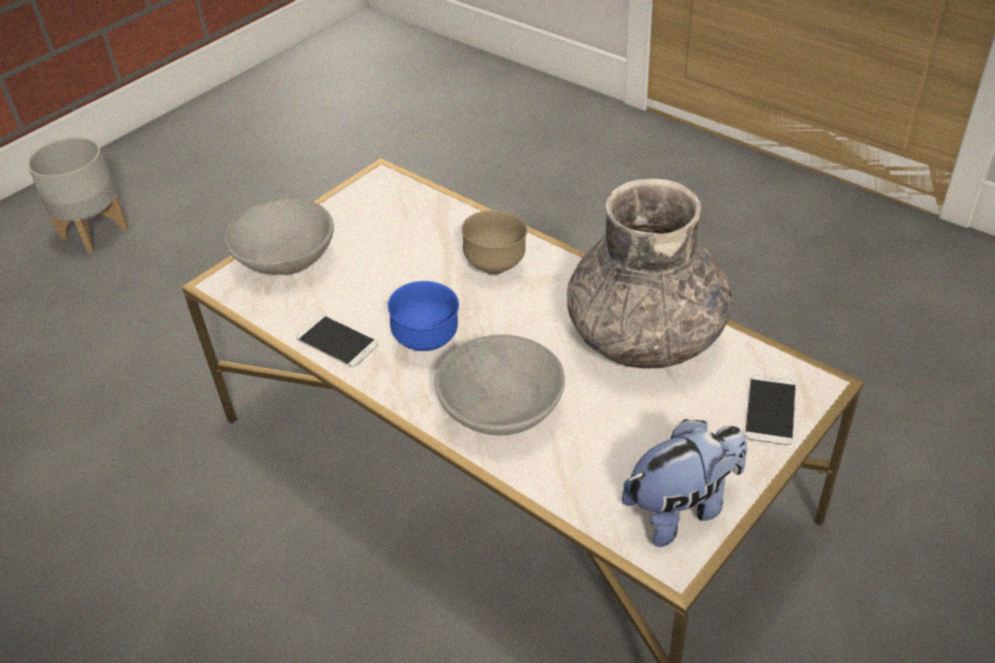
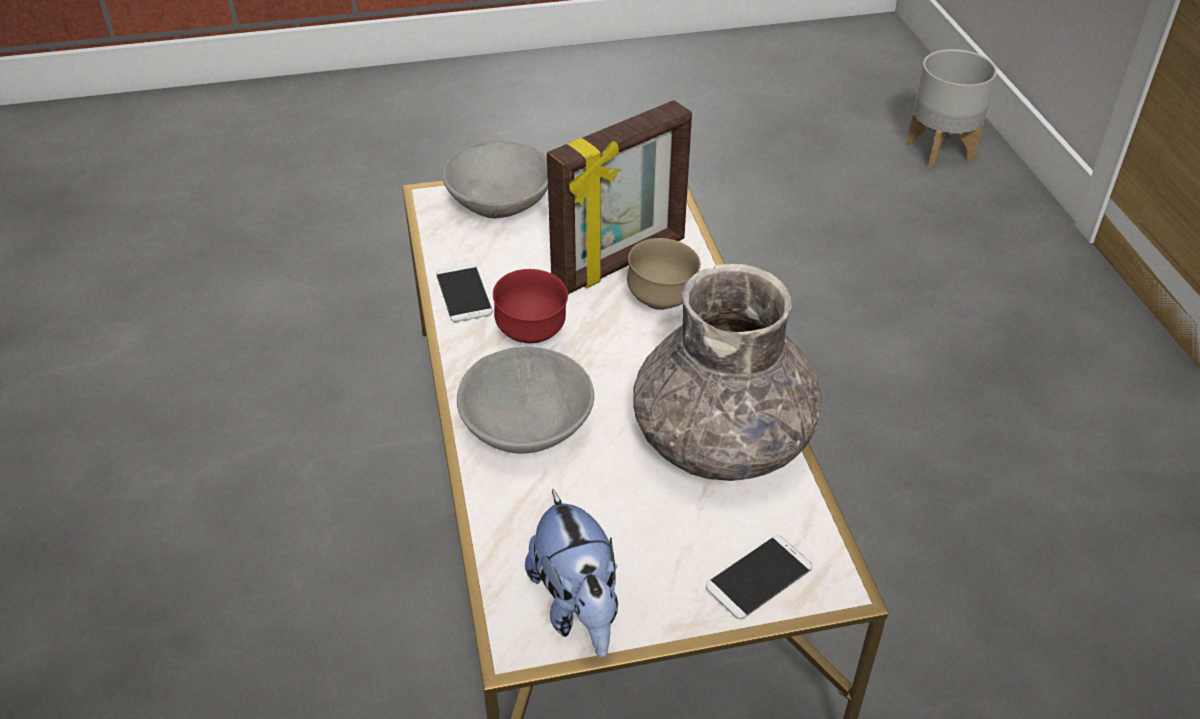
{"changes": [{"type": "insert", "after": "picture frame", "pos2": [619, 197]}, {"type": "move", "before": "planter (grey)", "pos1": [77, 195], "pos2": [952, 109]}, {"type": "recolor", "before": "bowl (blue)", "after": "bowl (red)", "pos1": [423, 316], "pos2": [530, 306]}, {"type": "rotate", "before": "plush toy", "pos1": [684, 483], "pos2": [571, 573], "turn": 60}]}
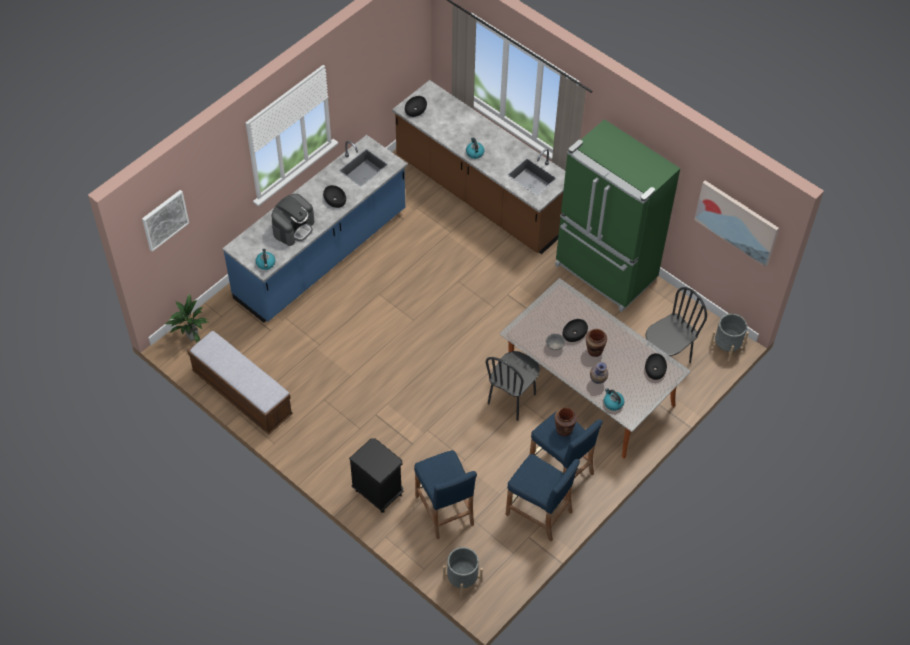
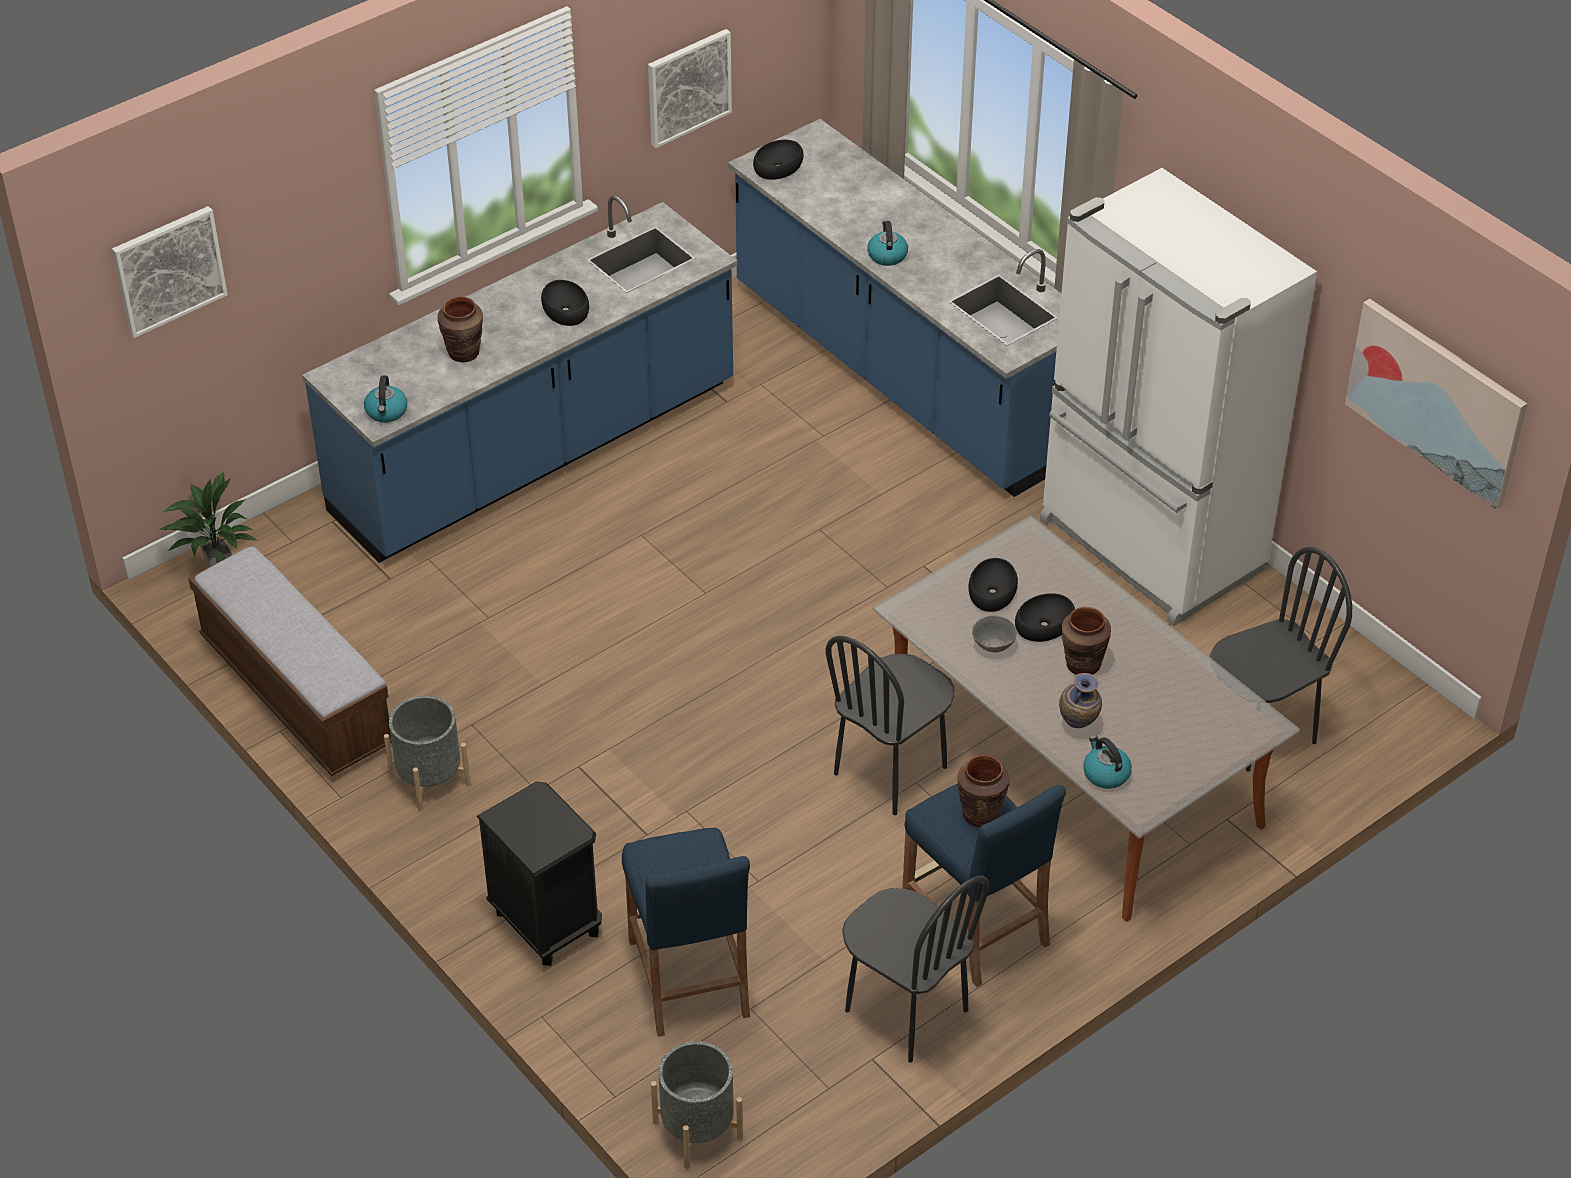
{"changes": [{"type": "insert", "after": "picture", "pos2": [690, 88]}, {"type": "move", "before": "bowl (black)", "pos1": [656, 366], "pos2": [993, 585]}, {"type": "move", "before": "planter (grey)", "pos1": [729, 337], "pos2": [427, 753]}, {"type": "replace", "before": "coffee machine", "after": "vase (brown)", "pos1": [293, 220], "pos2": [460, 330]}, {"type": "replace", "before": "stool (blue)", "after": "chair (black)", "pos1": [543, 497], "pos2": [915, 969]}, {"type": "recolor", "before": "counter (brown)", "after": "counter (blue)", "pos1": [479, 167], "pos2": [894, 308]}, {"type": "recolor", "before": "fridge (green)", "after": "fridge (white)", "pos1": [617, 215], "pos2": [1178, 397]}]}
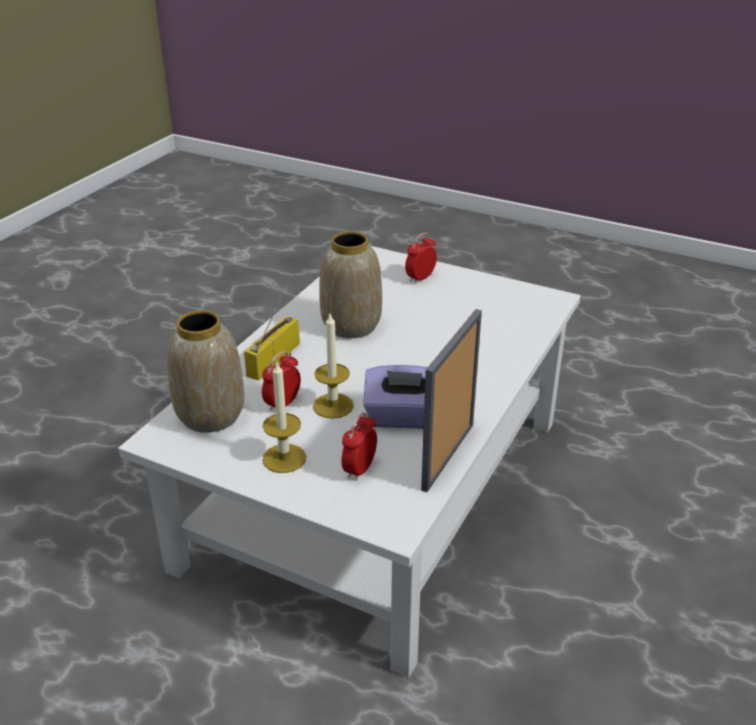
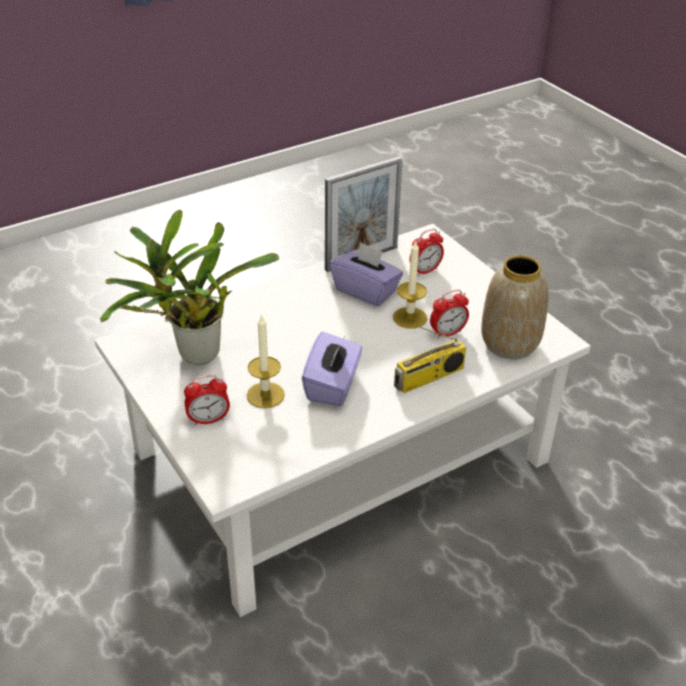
{"changes": [{"type": "insert", "after": "potted plant", "pos2": [189, 287]}, {"type": "move", "before": "candle", "pos1": [284, 417], "pos2": [266, 361]}, {"type": "replace", "before": "vase", "after": "tissue box (purple)", "pos1": [350, 284], "pos2": [332, 369]}]}
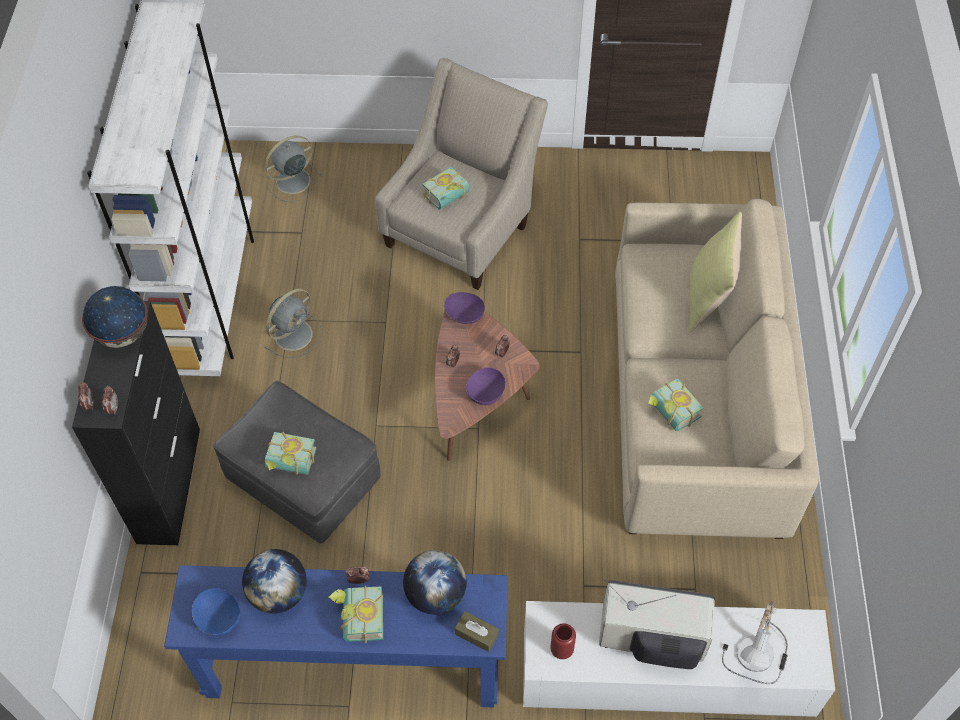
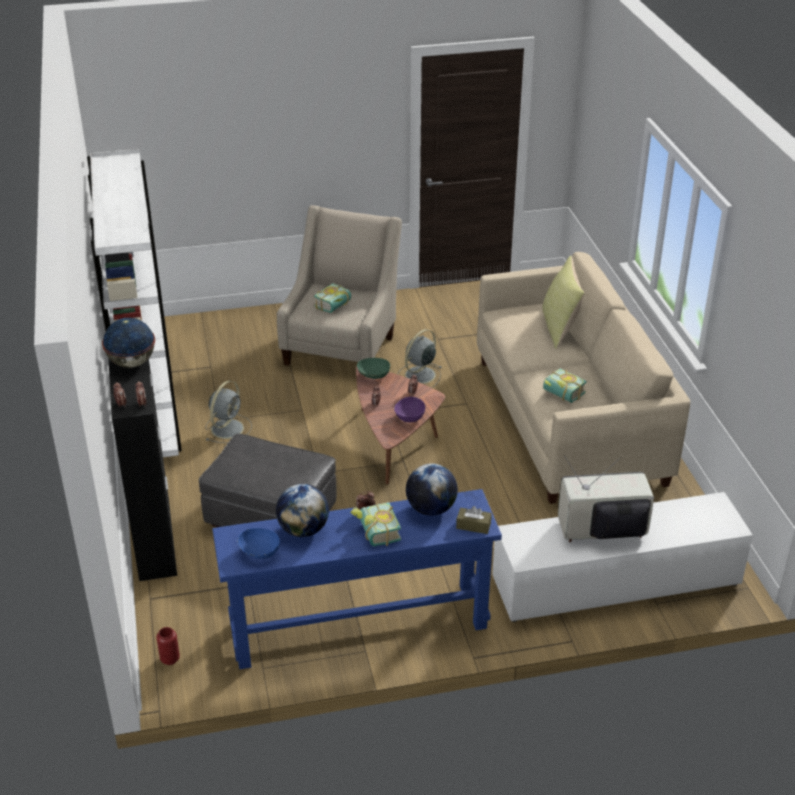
{"changes": [{"type": "delete", "before": "book", "pos1": [290, 453]}, {"type": "delete", "before": "table lamp", "pos1": [755, 642]}, {"type": "move", "before": "fan (grey)", "pos1": [293, 169], "pos2": [419, 358]}, {"type": "move", "before": "vase (red)", "pos1": [563, 641], "pos2": [168, 646]}, {"type": "recolor", "before": "bowl (purple)", "after": "bowl (green)", "pos1": [464, 308], "pos2": [373, 368]}]}
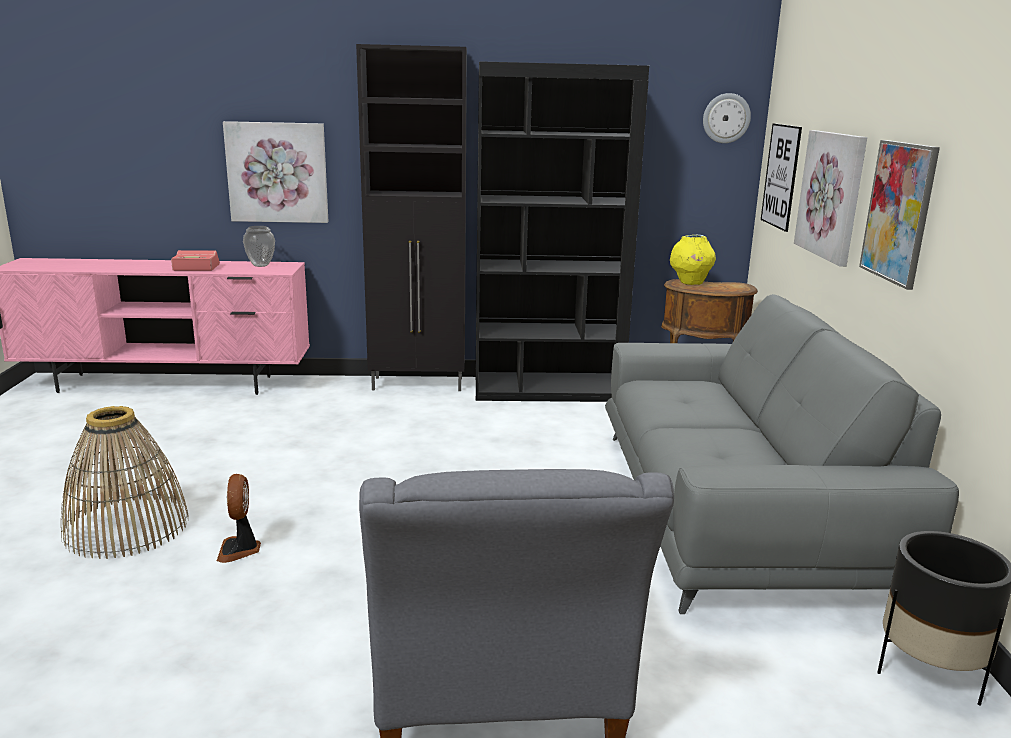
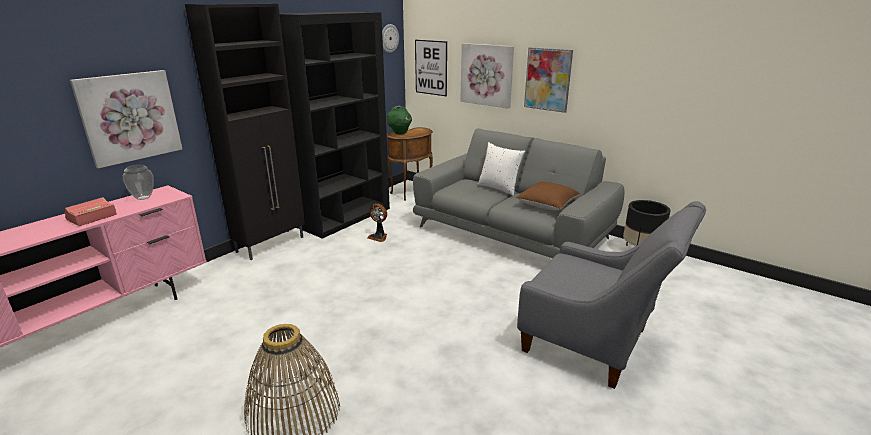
{"changes": [{"type": "insert", "after": "pillow (white)", "pos2": [501, 169]}, {"type": "insert", "after": "pillow (brown)", "pos2": [548, 196]}, {"type": "move", "before": "fan", "pos1": [239, 518], "pos2": [377, 223]}, {"type": "recolor", "before": "vase (yellow)", "after": "vase (green)", "pos1": [693, 260], "pos2": [399, 120]}]}
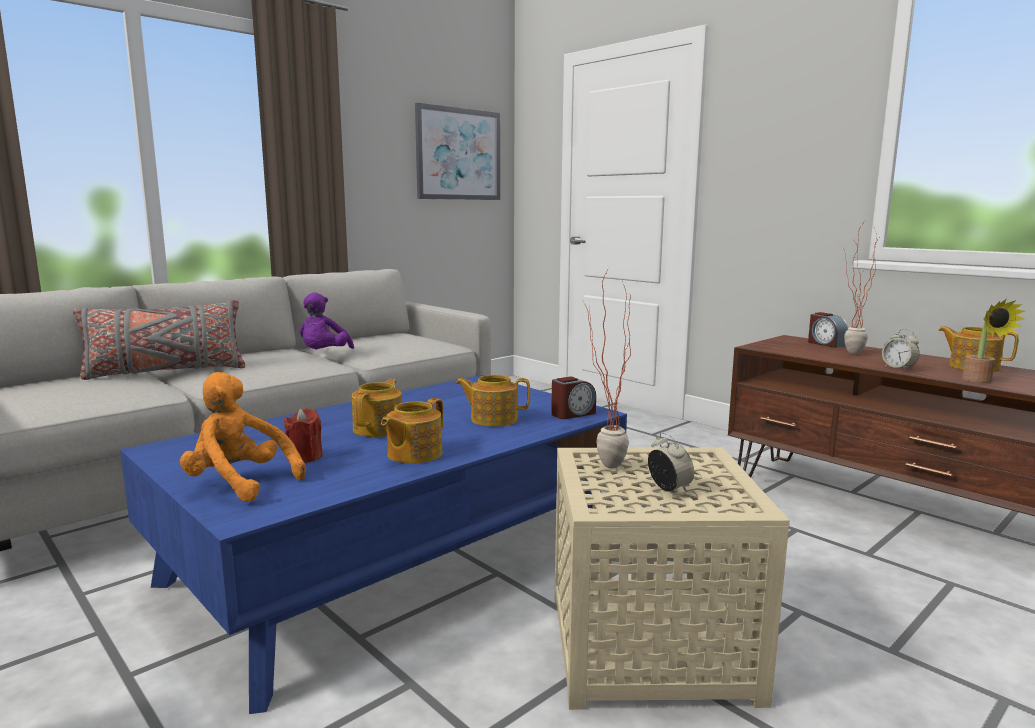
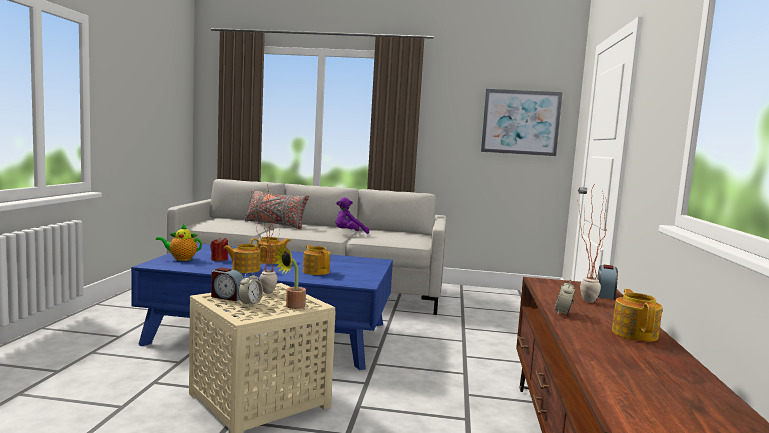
{"changes": [{"type": "move", "before": "alarm clock", "pos1": [573, 397], "pos2": [227, 284]}, {"type": "move", "before": "potted plant", "pos1": [993, 341], "pos2": [290, 277]}, {"type": "replace", "before": "plush toy (orange)", "after": "teapot", "pos1": [243, 437], "pos2": [179, 242]}]}
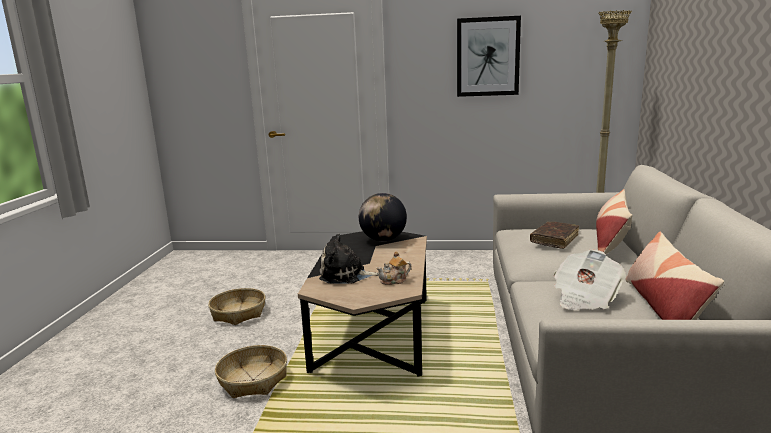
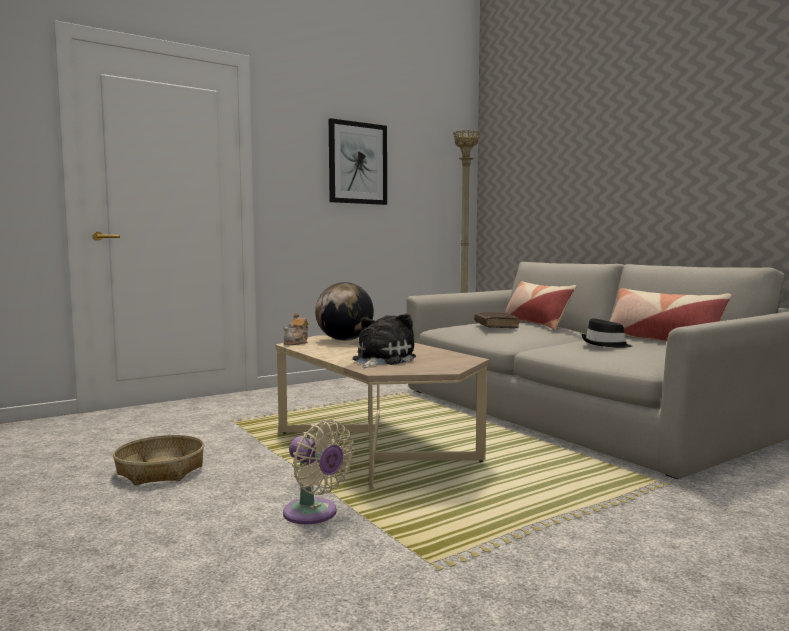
{"changes": [{"type": "move", "before": "teapot", "pos1": [393, 268], "pos2": [295, 329]}, {"type": "replace", "before": "basket", "after": "fan (beige)", "pos1": [251, 371], "pos2": [319, 472]}, {"type": "replace", "before": "newspaper", "after": "hat (black)", "pos1": [590, 280], "pos2": [606, 333]}, {"type": "recolor", "before": "coffee table (black)", "after": "coffee table (beige)", "pos1": [362, 304], "pos2": [382, 412]}, {"type": "rotate", "before": "plush toy", "pos1": [348, 259], "pos2": [384, 341], "turn": 150}]}
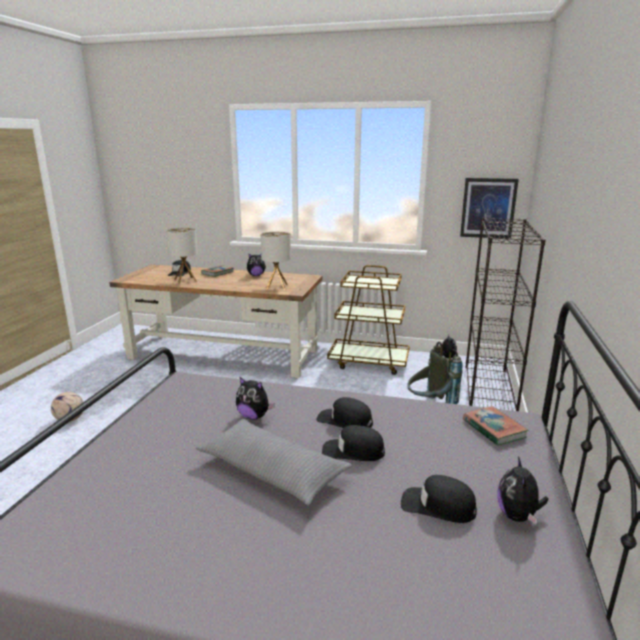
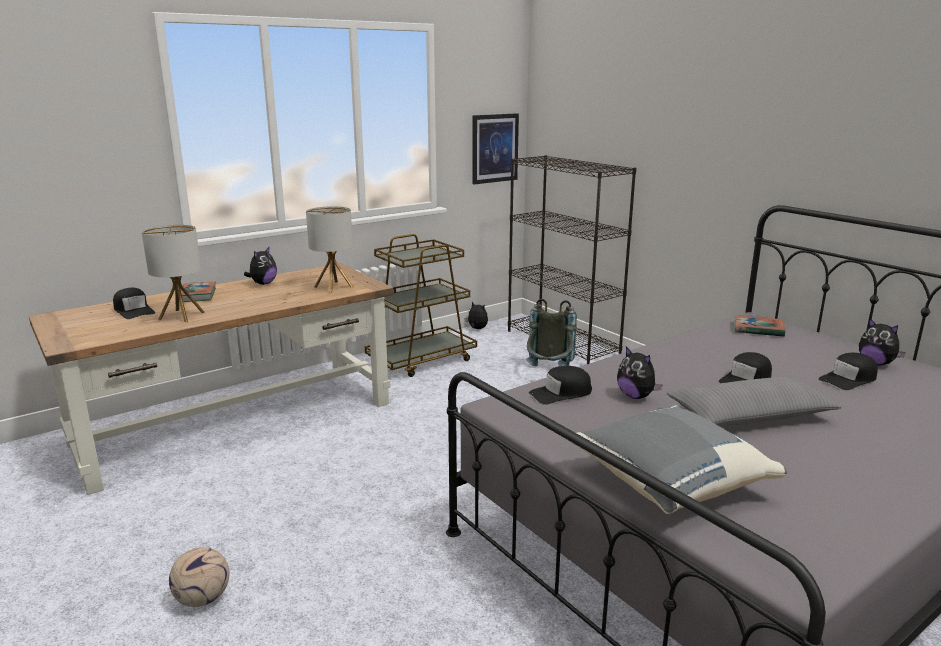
{"changes": [{"type": "insert", "after": "pillow (grey)", "pos2": [677, 459]}, {"type": "move", "before": "cap (black)", "pos1": [345, 412], "pos2": [560, 385]}, {"type": "rotate", "before": "plush toy", "pos1": [255, 398], "pos2": [639, 373], "turn": 75}]}
